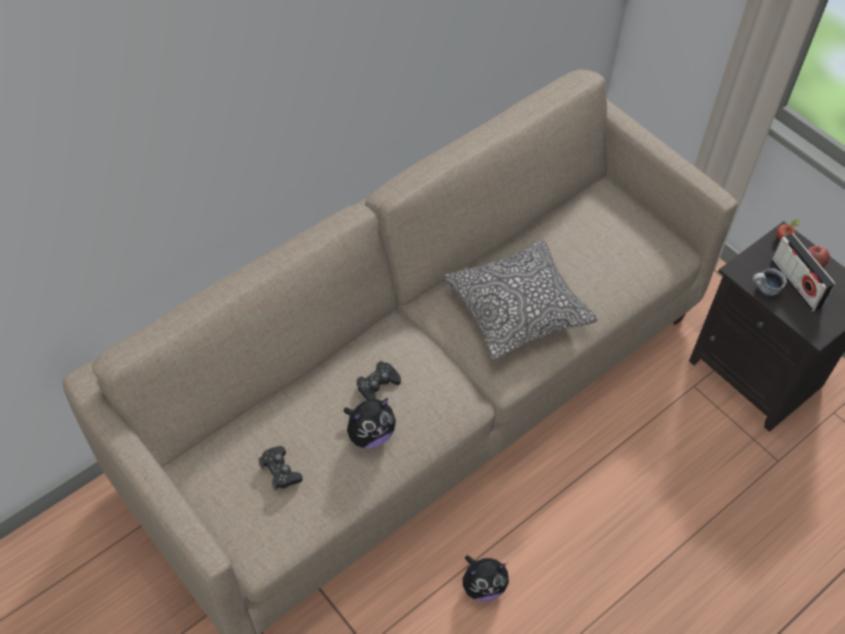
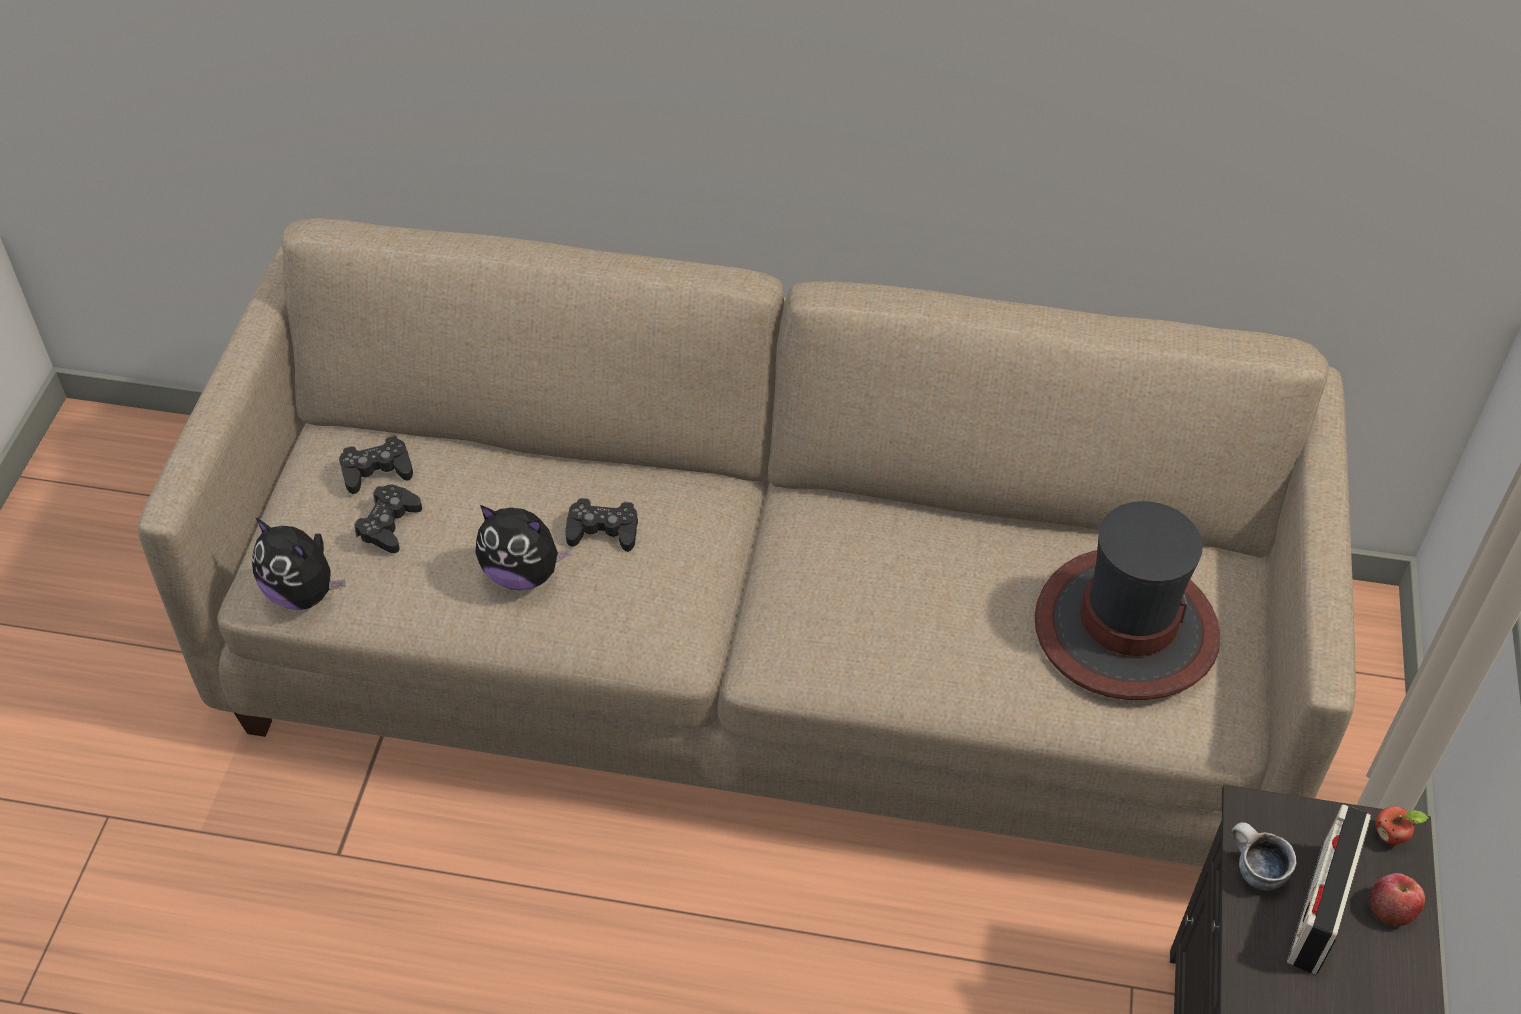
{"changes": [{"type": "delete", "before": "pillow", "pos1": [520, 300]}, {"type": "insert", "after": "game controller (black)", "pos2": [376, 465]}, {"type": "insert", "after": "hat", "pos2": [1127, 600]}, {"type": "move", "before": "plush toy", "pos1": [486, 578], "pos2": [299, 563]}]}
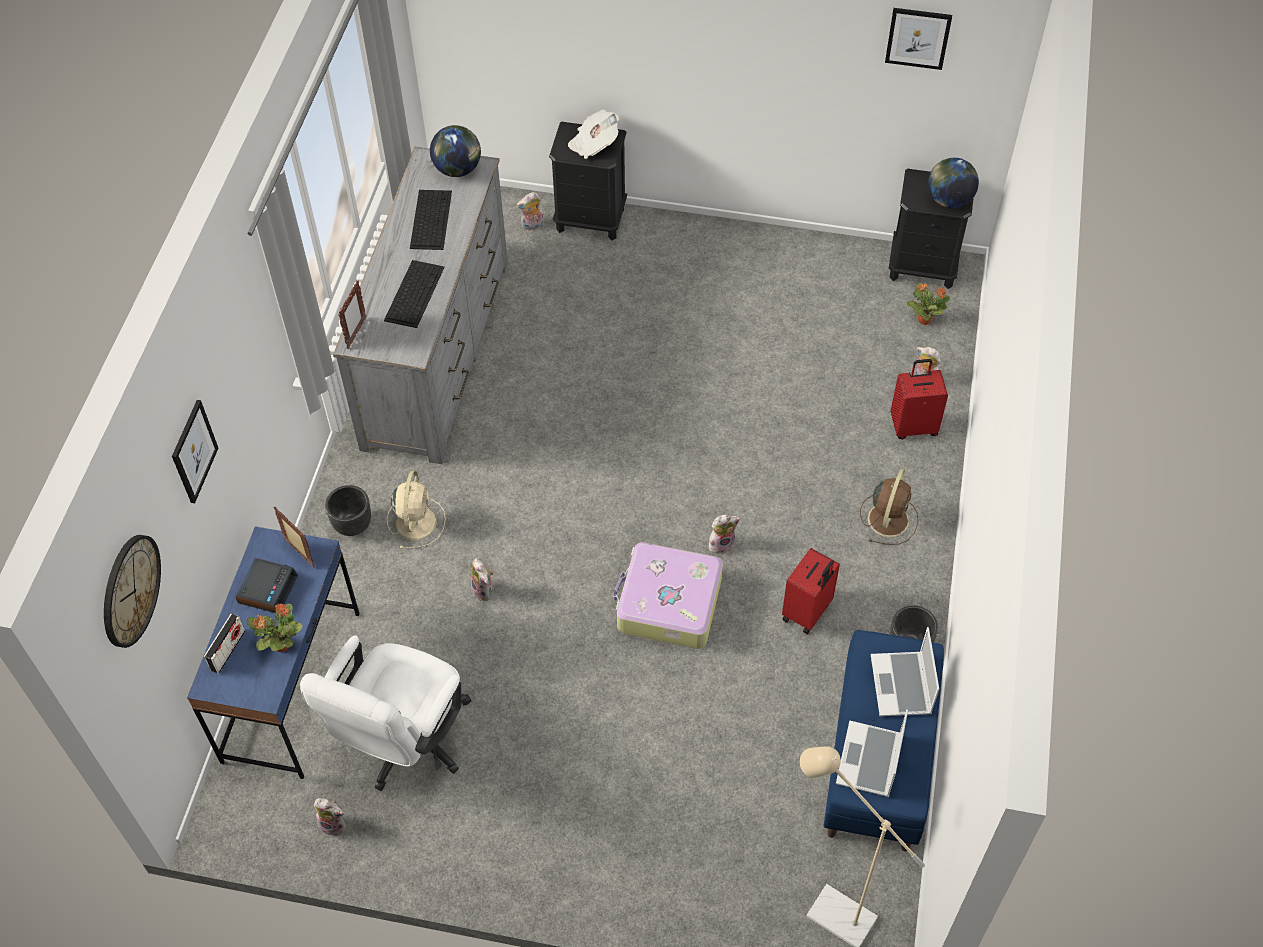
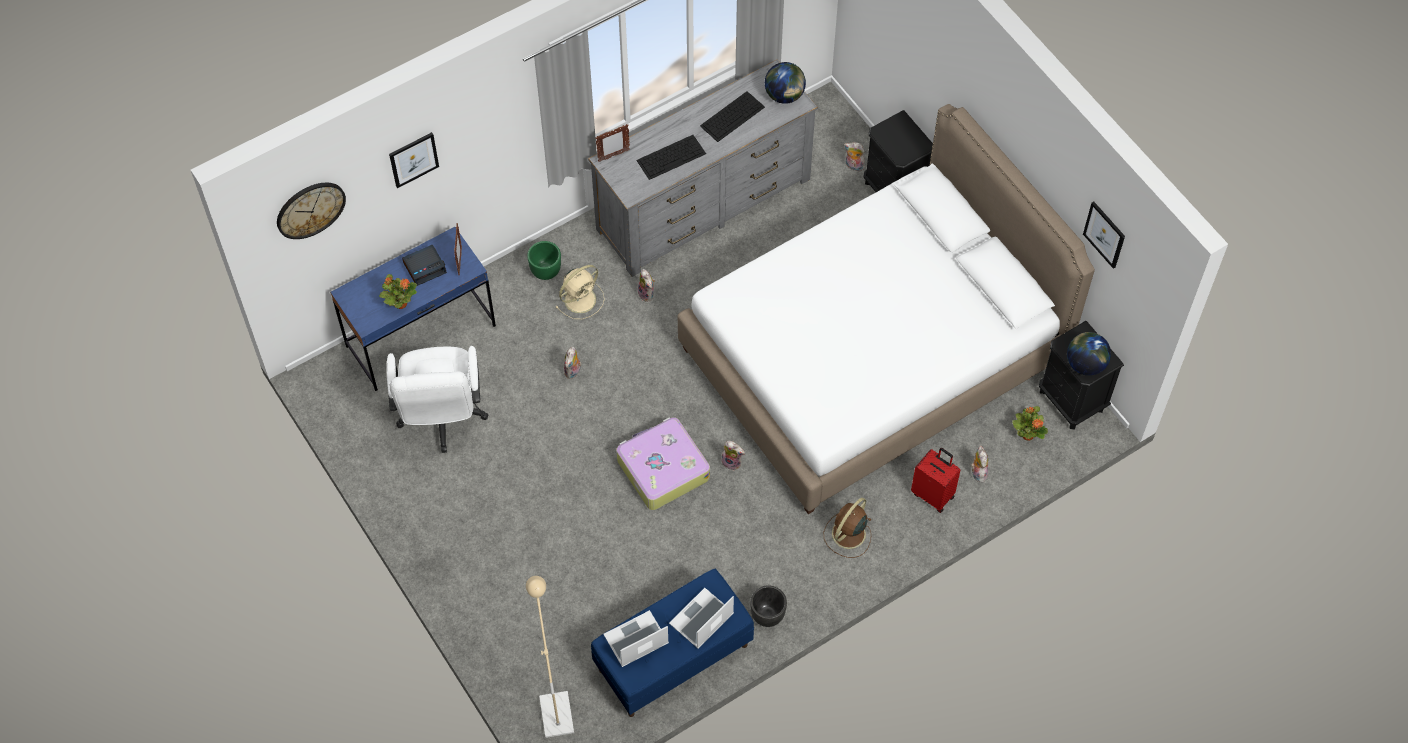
{"changes": [{"type": "delete", "before": "radio", "pos1": [225, 643]}, {"type": "delete", "before": "newspaper", "pos1": [593, 134]}, {"type": "delete", "before": "suitcase (red)", "pos1": [811, 591]}, {"type": "insert", "after": "bed (white)", "pos2": [886, 309]}, {"type": "move", "before": "plush toy", "pos1": [330, 817], "pos2": [646, 285]}, {"type": "recolor", "before": "planter (black)", "after": "planter (green)", "pos1": [348, 510], "pos2": [544, 260]}, {"type": "rotate", "before": "office chair (white)", "pos1": [386, 713], "pos2": [437, 399], "turn": -75}, {"type": "rotate", "before": "fan (brown)", "pos1": [889, 507], "pos2": [847, 528], "turn": 150}]}
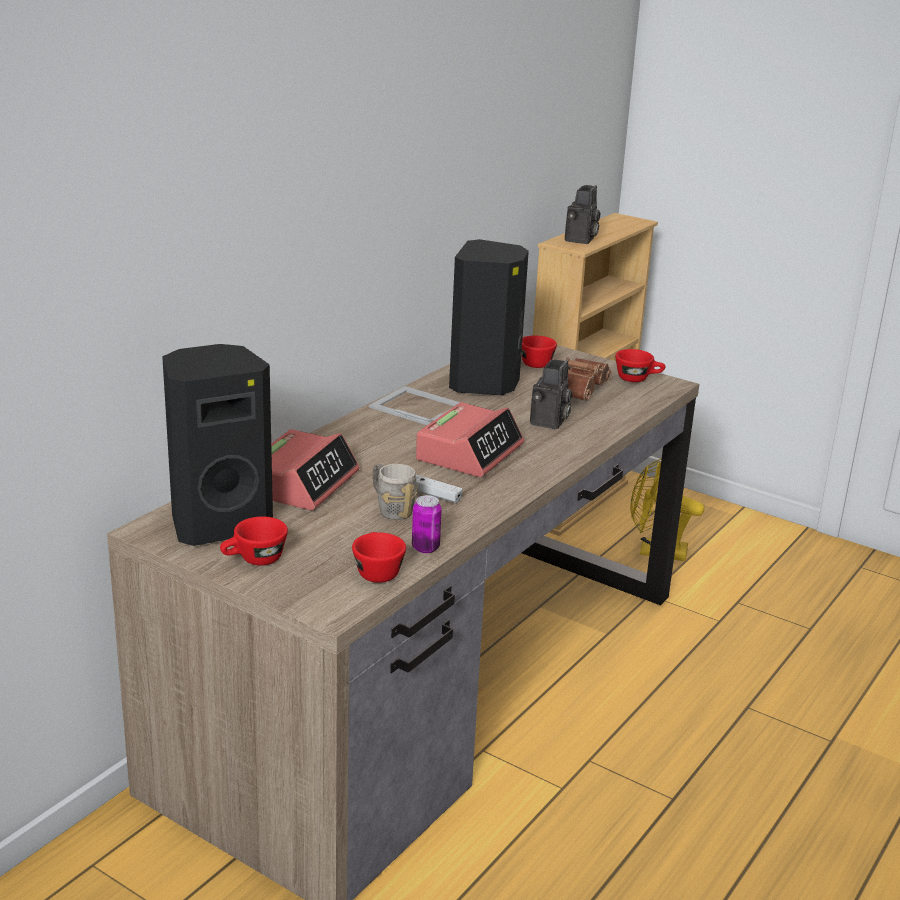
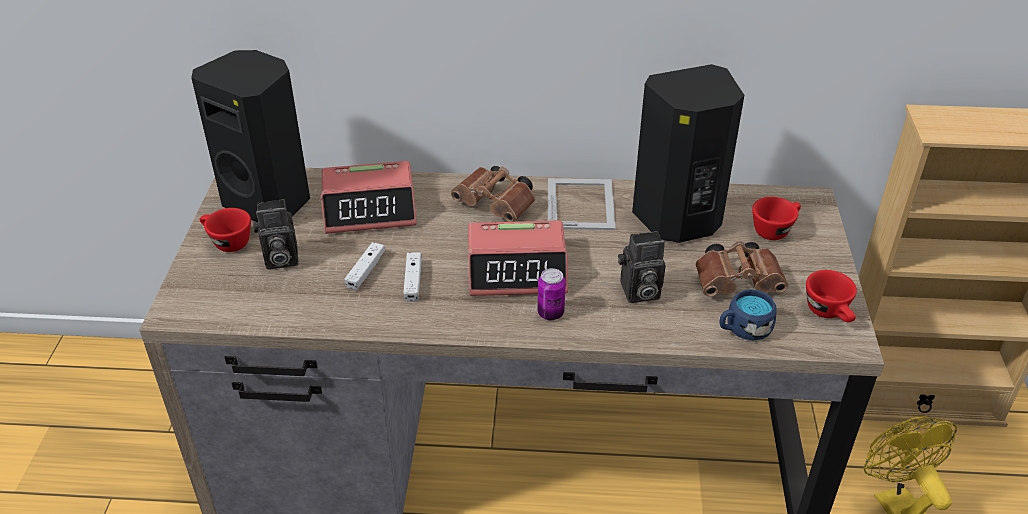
{"changes": [{"type": "delete", "before": "cup (red)", "pos1": [379, 557]}, {"type": "insert", "after": "binoculars (brown)", "pos2": [493, 194]}, {"type": "insert", "after": "mug (blue)", "pos2": [747, 315]}, {"type": "move", "before": "can", "pos1": [427, 524], "pos2": [552, 294]}, {"type": "move", "before": "photo camera", "pos1": [582, 214], "pos2": [276, 234]}, {"type": "replace", "before": "mug (grey)", "after": "game controller (white)", "pos1": [394, 492], "pos2": [364, 266]}]}
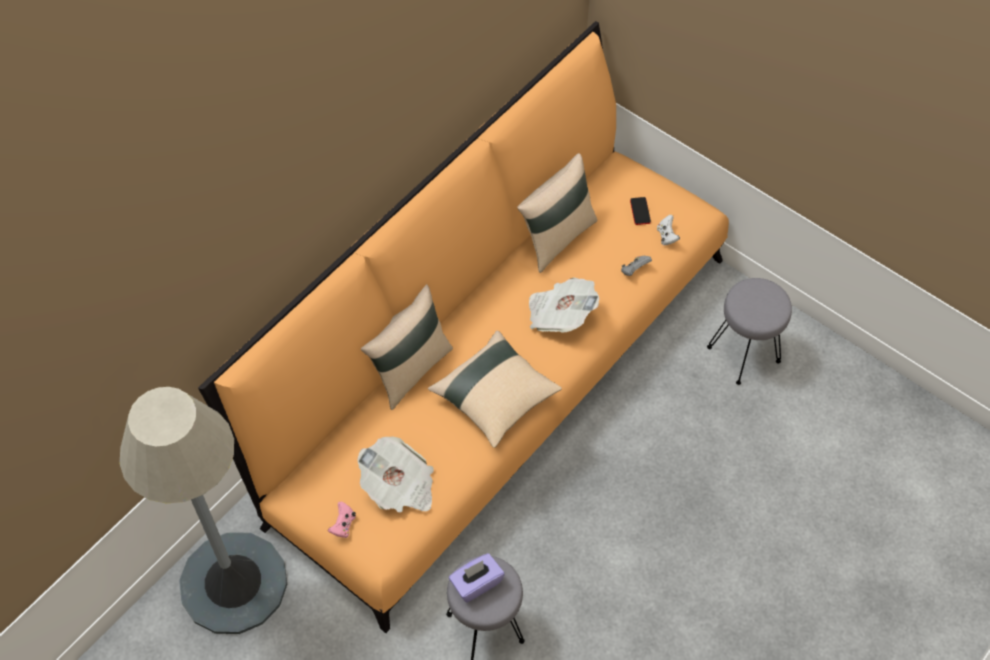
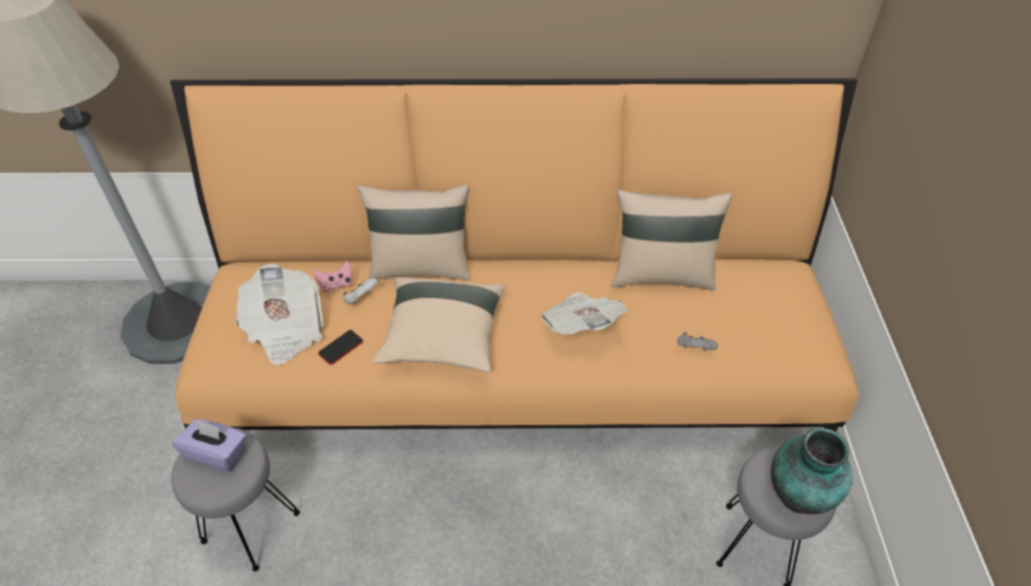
{"changes": [{"type": "insert", "after": "vase", "pos2": [812, 470]}, {"type": "move", "before": "game controller (pink)", "pos1": [342, 519], "pos2": [333, 276]}, {"type": "move", "before": "phone", "pos1": [640, 211], "pos2": [340, 347]}, {"type": "move", "before": "game controller (white)", "pos1": [668, 230], "pos2": [360, 291]}]}
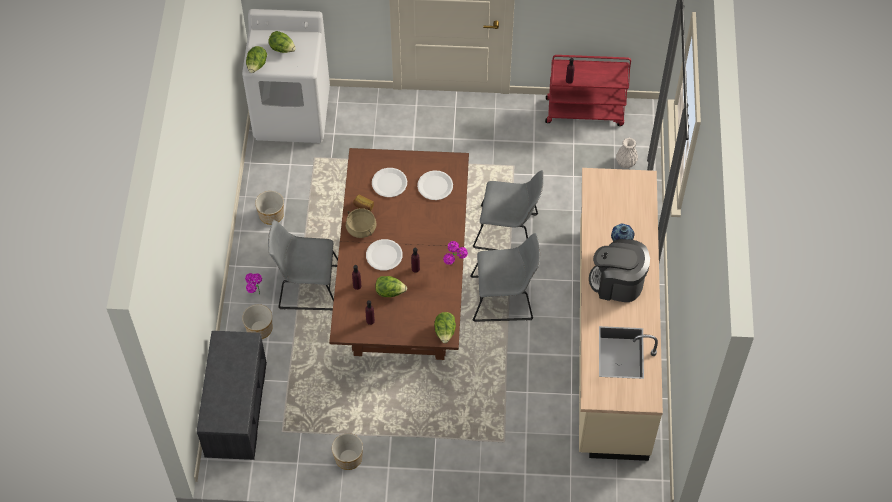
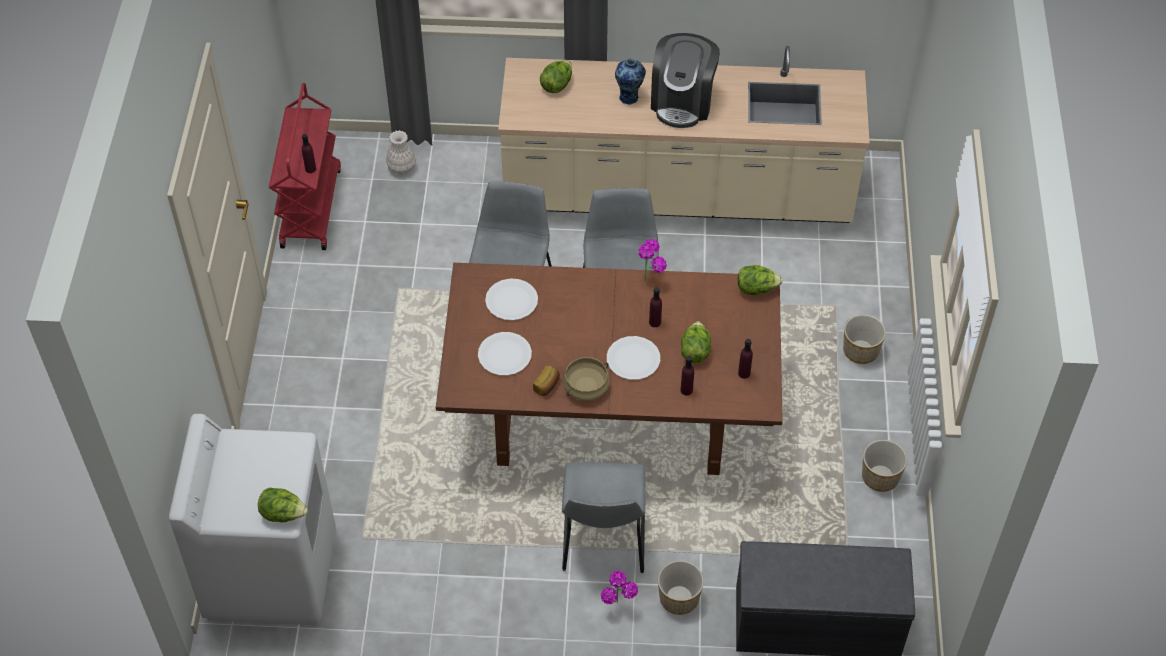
{"changes": [{"type": "move", "before": "planter", "pos1": [269, 208], "pos2": [864, 339]}, {"type": "move", "before": "lettuce", "pos1": [282, 42], "pos2": [556, 76]}]}
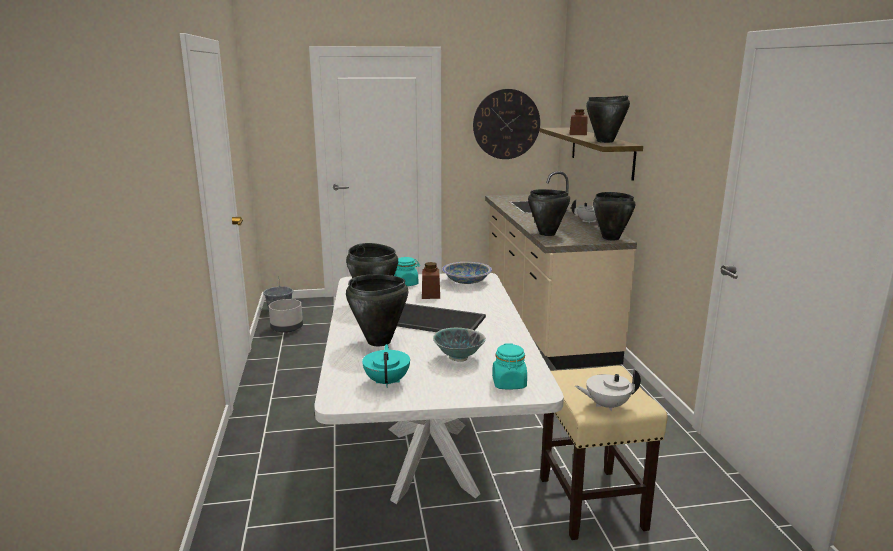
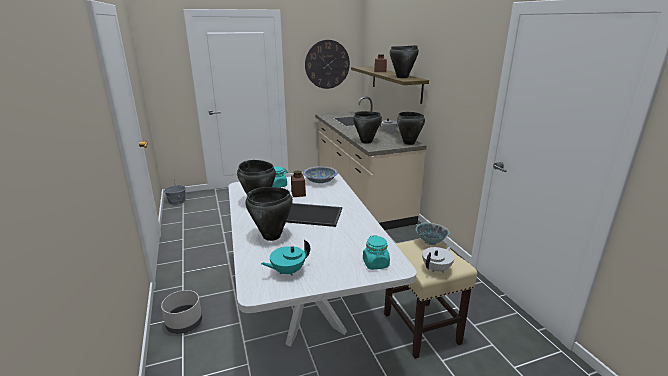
{"changes": [{"type": "move", "before": "planter (grey)", "pos1": [286, 316], "pos2": [181, 312]}, {"type": "move", "before": "bowl", "pos1": [459, 345], "pos2": [432, 234]}, {"type": "rotate", "before": "teapot (turquoise)", "pos1": [386, 366], "pos2": [285, 258], "turn": -105}, {"type": "rotate", "before": "teapot (white)", "pos1": [608, 390], "pos2": [438, 259], "turn": 150}]}
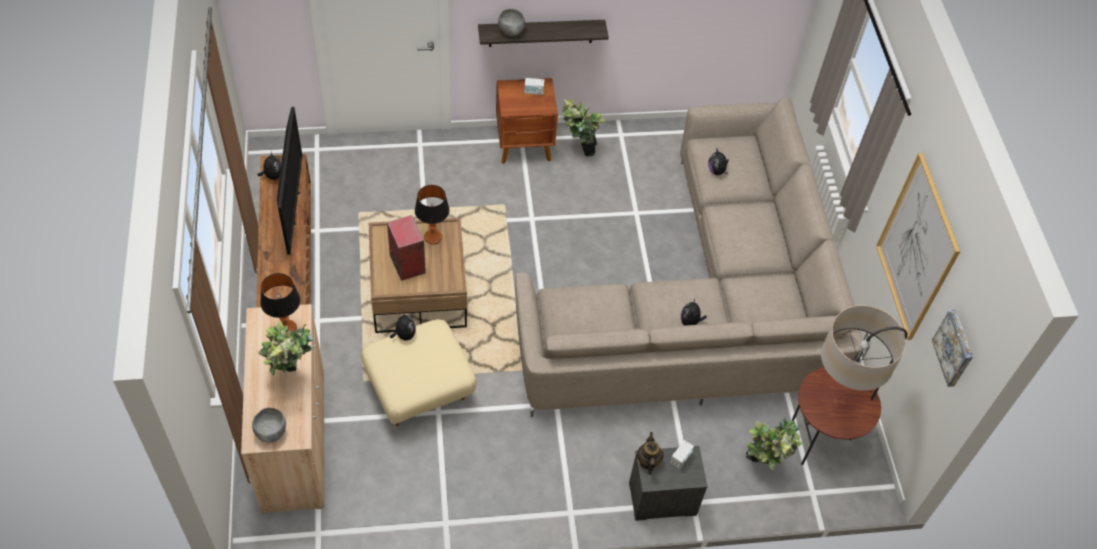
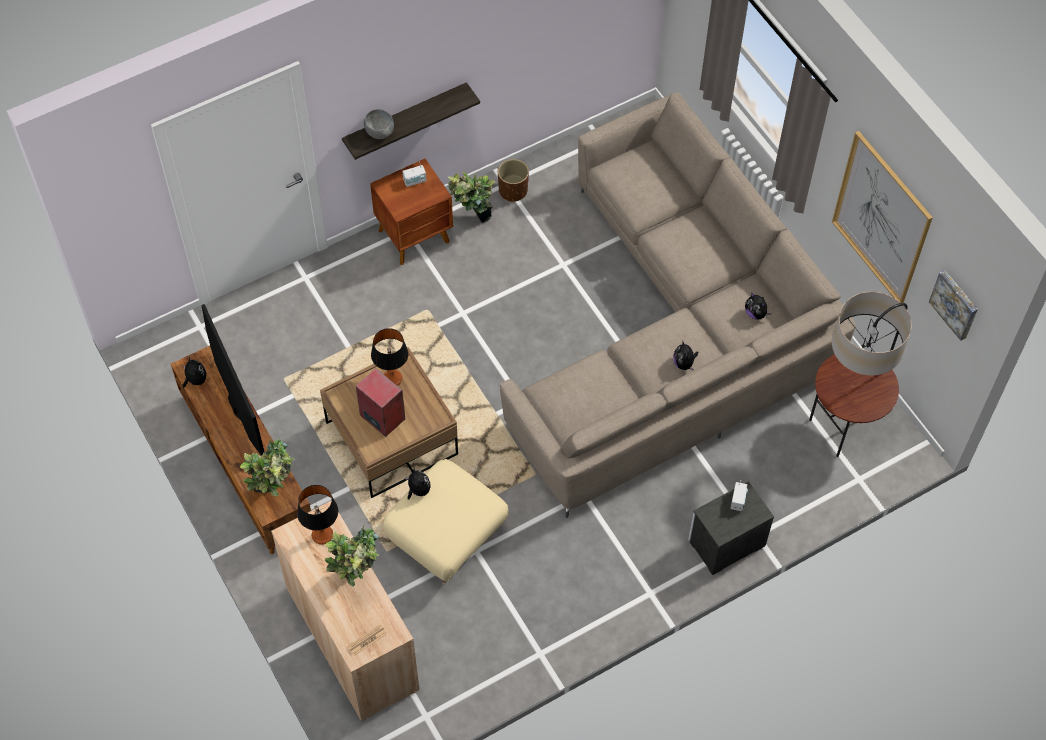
{"changes": [{"type": "delete", "before": "teapot", "pos1": [650, 453]}, {"type": "insert", "after": "planter (brown)", "pos2": [513, 180]}, {"type": "move", "before": "plush toy", "pos1": [718, 162], "pos2": [758, 306]}, {"type": "move", "before": "potted plant", "pos1": [775, 443], "pos2": [267, 467]}, {"type": "replace", "before": "bowl (grey)", "after": "newspaper", "pos1": [269, 425], "pos2": [367, 640]}]}
